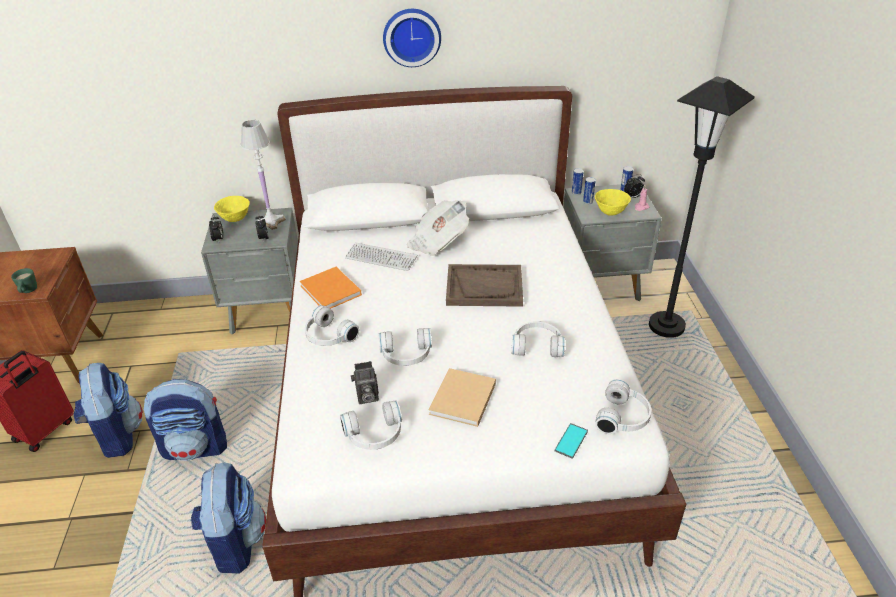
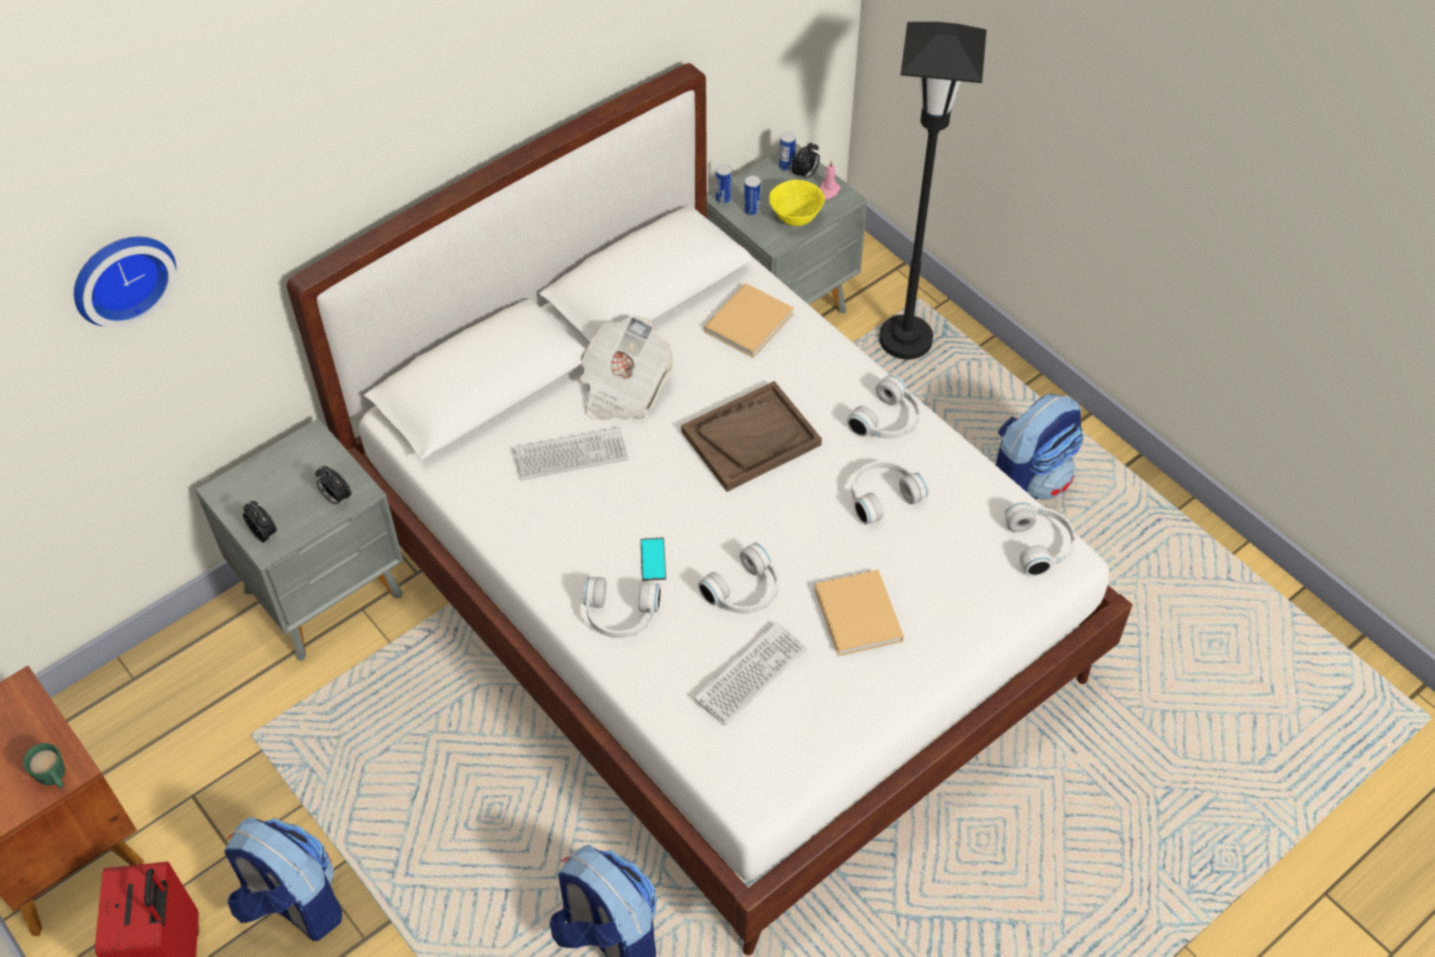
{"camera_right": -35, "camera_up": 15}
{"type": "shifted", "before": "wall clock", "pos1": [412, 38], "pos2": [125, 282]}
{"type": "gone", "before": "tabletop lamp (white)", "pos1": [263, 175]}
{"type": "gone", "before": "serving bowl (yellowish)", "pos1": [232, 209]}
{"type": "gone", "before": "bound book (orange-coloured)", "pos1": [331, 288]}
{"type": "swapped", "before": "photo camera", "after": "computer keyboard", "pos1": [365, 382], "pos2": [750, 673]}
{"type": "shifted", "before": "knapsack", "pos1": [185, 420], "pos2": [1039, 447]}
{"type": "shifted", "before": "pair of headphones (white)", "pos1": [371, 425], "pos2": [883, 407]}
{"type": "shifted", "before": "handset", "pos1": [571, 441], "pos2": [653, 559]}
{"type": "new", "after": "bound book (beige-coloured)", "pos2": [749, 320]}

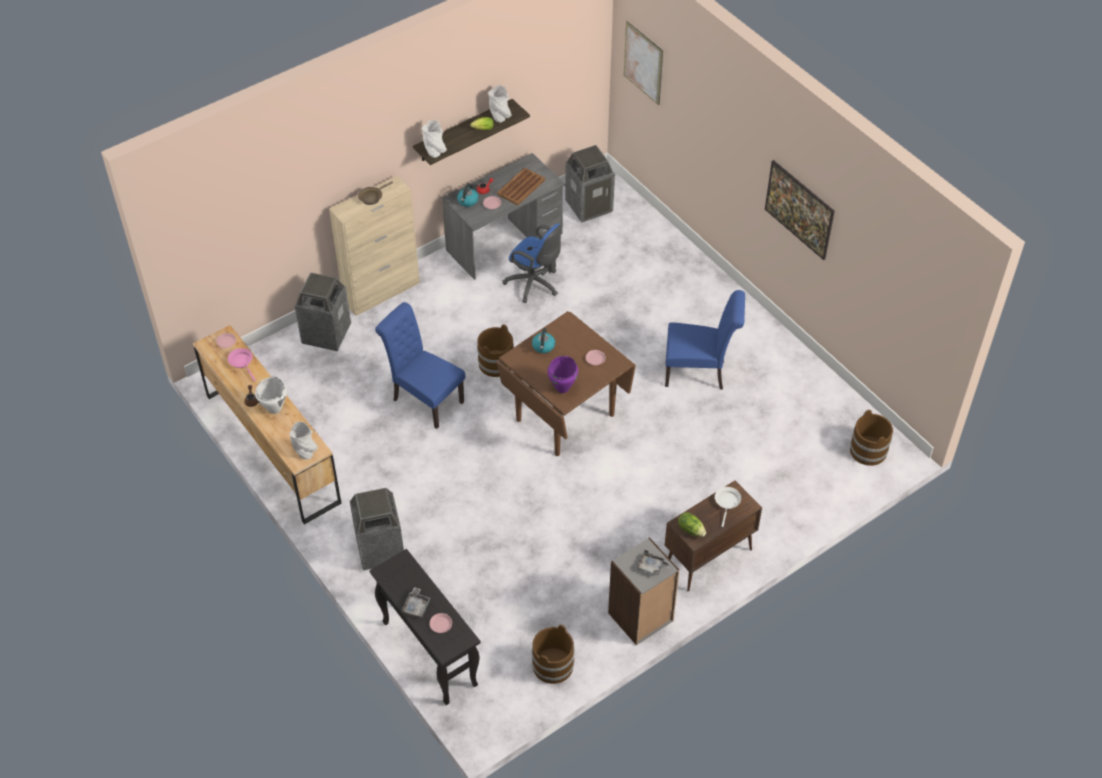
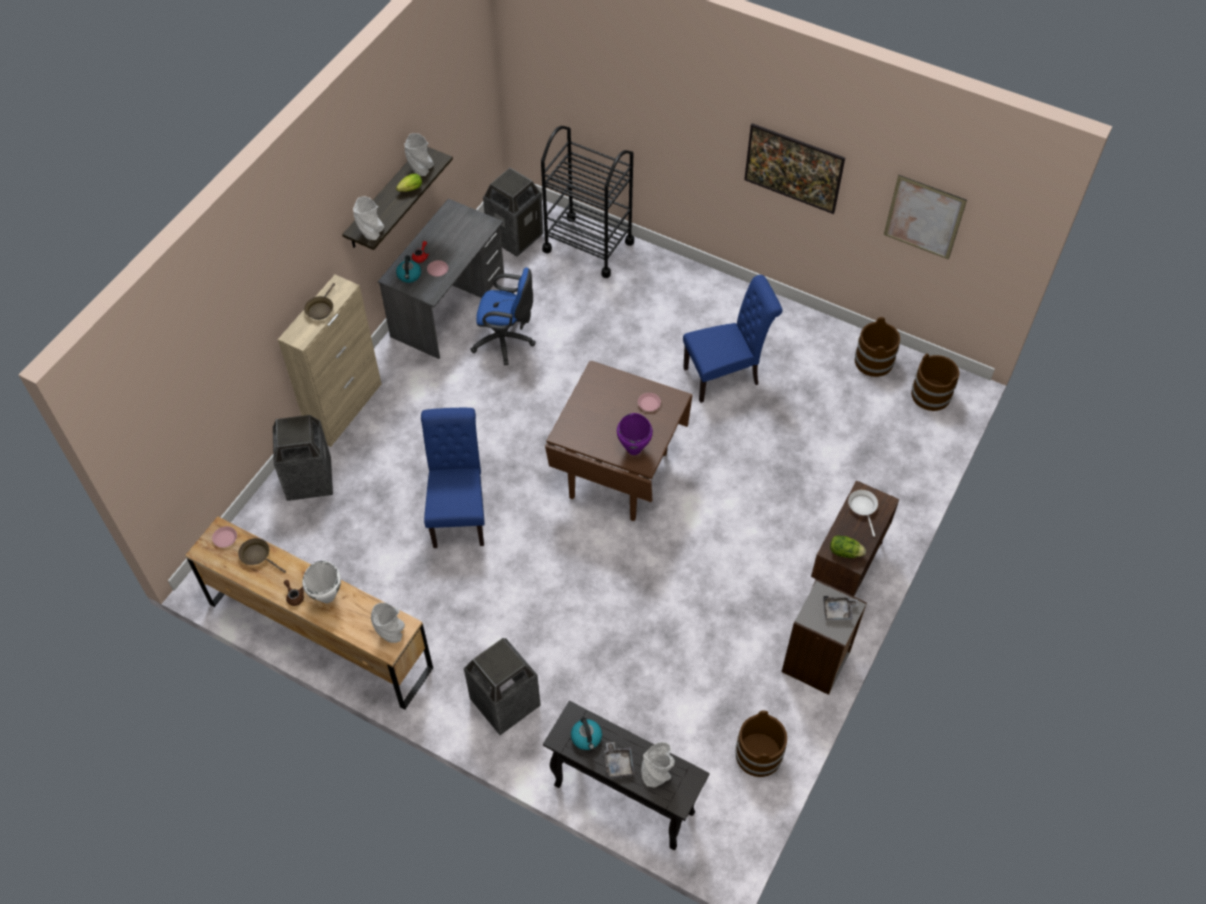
{"camera_right": -25, "camera_up": 5}
{"type": "shifted", "before": "picture", "pos1": [643, 63], "pos2": [925, 217]}
{"type": "gone", "before": "carrying tray (brown-coloured)", "pos1": [521, 186]}
{"type": "rotated", "before": "plain chair (blue)", "pos1": [420, 365], "pos2": [453, 478], "turn": 75}
{"type": "shifted", "before": "bucket (brown-coloured)", "pos1": [495, 350], "pos2": [877, 347]}
{"type": "shifted", "before": "water kettle", "pos1": [543, 340], "pos2": [586, 733]}
{"type": "repainted", "before": "pan (pink)", "after": "pan (brown-coloured)", "pos1": [242, 364], "pos2": [262, 555]}
{"type": "swapped", "before": "dinner plate (pink)", "after": "decorative vase (grey)", "pos1": [440, 623], "pos2": [658, 765]}
{"type": "new", "after": "trolley (blackish)", "pos2": [587, 202]}

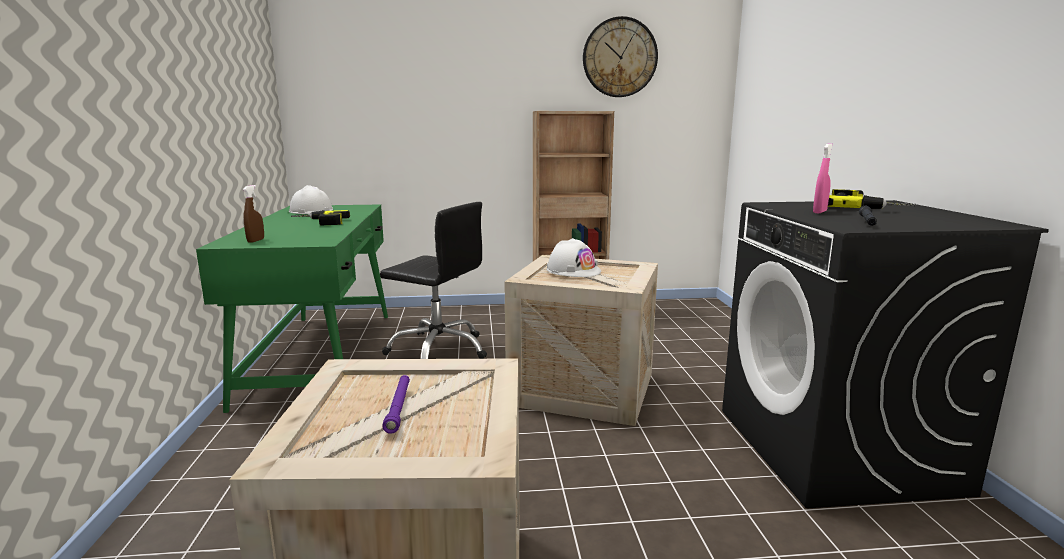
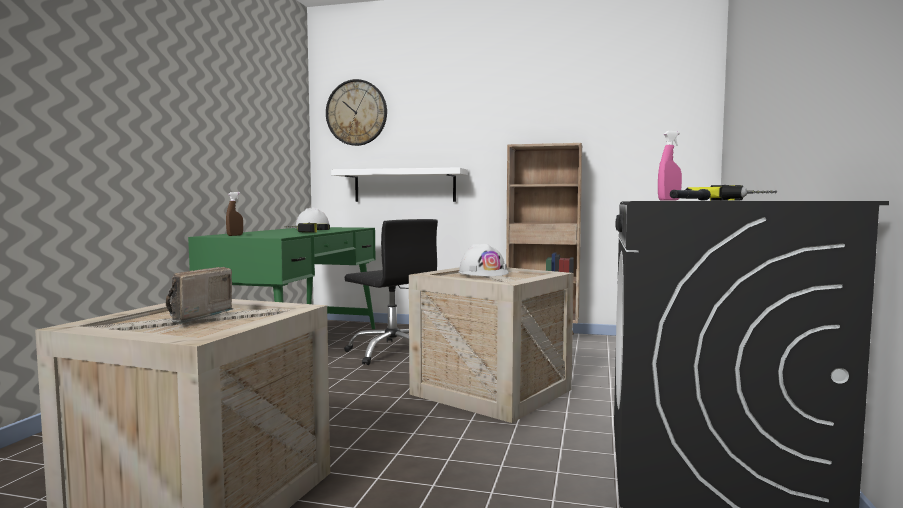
{"camera_right": 20, "camera_up": -10}
{"type": "shifted", "before": "wall clock", "pos1": [620, 56], "pos2": [356, 112]}
{"type": "swapped", "before": "hand torch (purple-coloured)", "after": "radio set", "pos1": [396, 404], "pos2": [199, 295]}
{"type": "new", "after": "bracket shelf (white)", "pos2": [399, 184]}

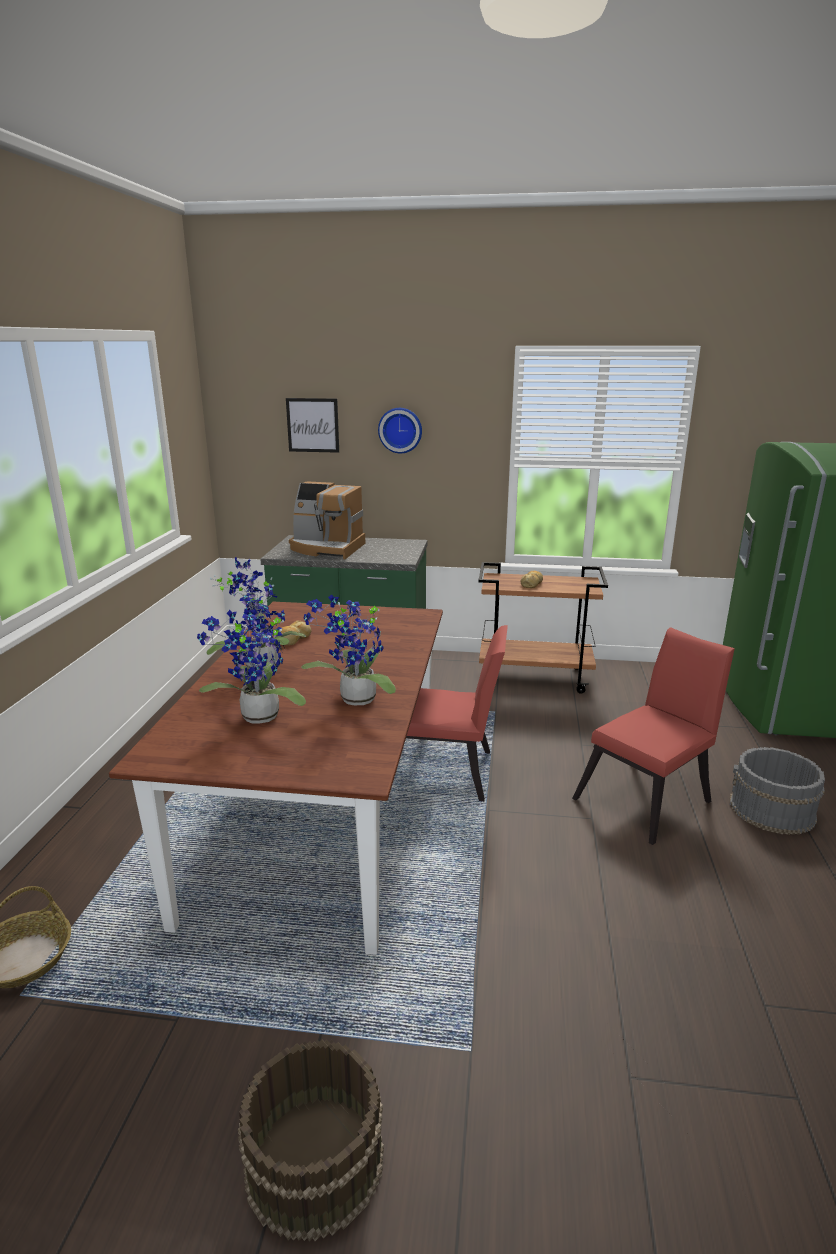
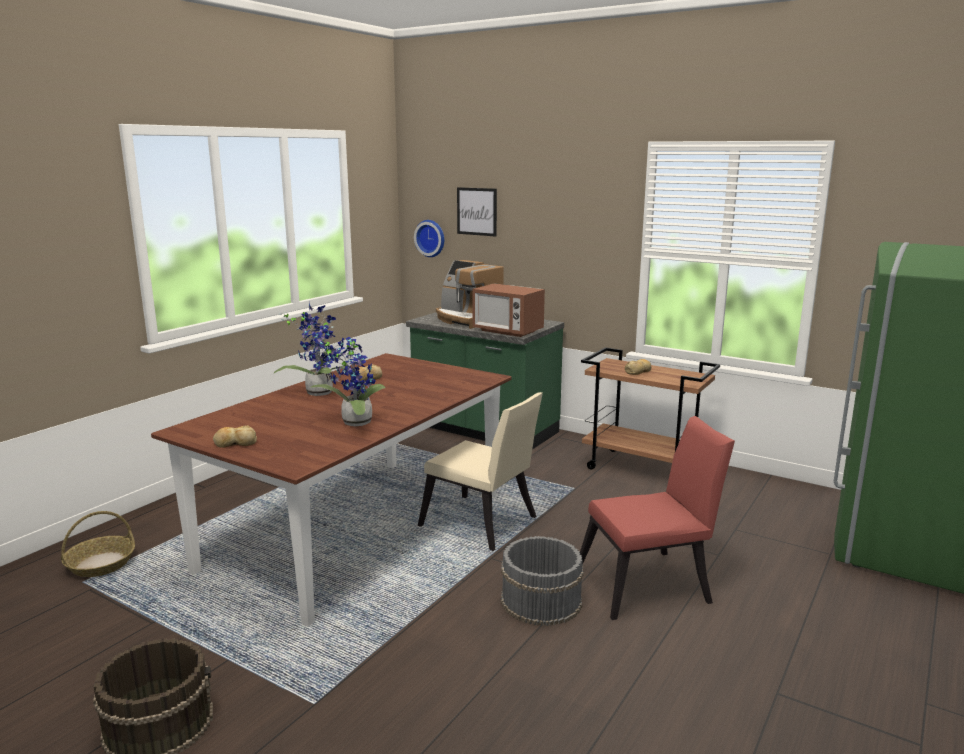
{"camera_right": 25, "camera_up": -5}
{"type": "shifted", "before": "wall clock", "pos1": [400, 431], "pos2": [429, 238]}
{"type": "gone", "before": "houseplant", "pos1": [251, 667]}
{"type": "repainted", "before": "plain chair (red)", "after": "plain chair (beige-coloured)", "pos1": [457, 713], "pos2": [480, 471]}
{"type": "shifted", "before": "bucket (grey)", "pos1": [777, 791], "pos2": [542, 581]}
{"type": "new", "after": "kitchen microwave", "pos2": [509, 310]}
{"type": "new", "after": "bread", "pos2": [235, 436]}

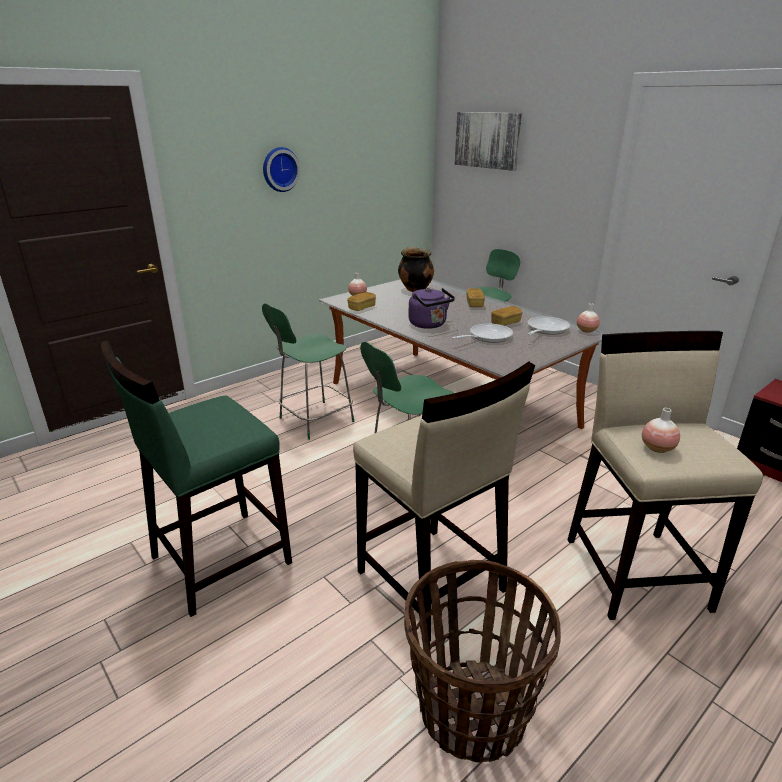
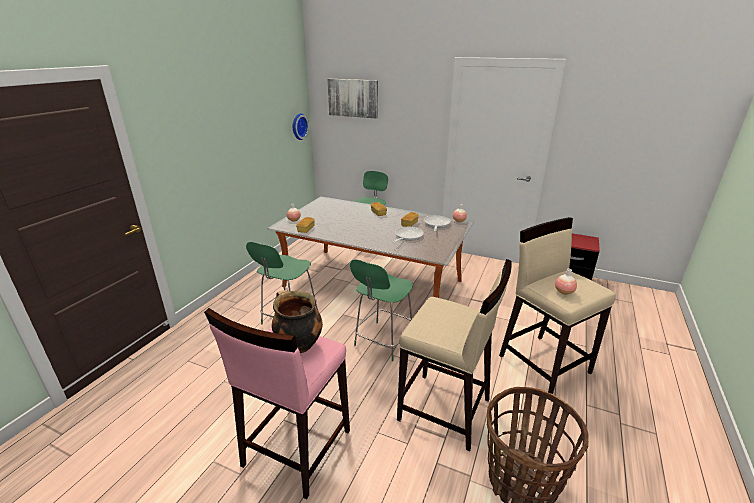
{"camera_right": -25, "camera_up": 0}
{"type": "shifted", "before": "wall clock", "pos1": [281, 169], "pos2": [301, 126]}
{"type": "shifted", "before": "saucepot", "pos1": [416, 269], "pos2": [297, 321]}
{"type": "gone", "before": "water kettle (purple-coloured)", "pos1": [432, 308]}
{"type": "repainted", "before": "stool (green-coloured)", "after": "stool (pink)", "pos1": [196, 478], "pos2": [277, 403]}

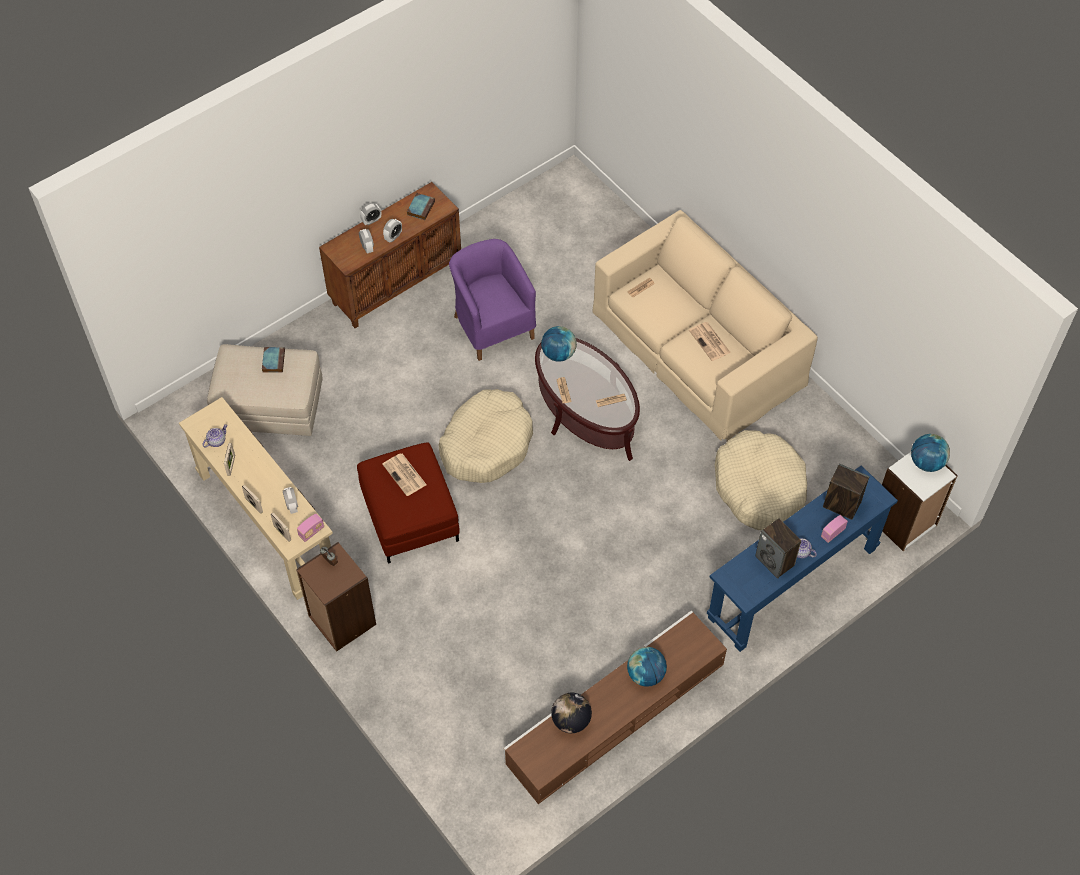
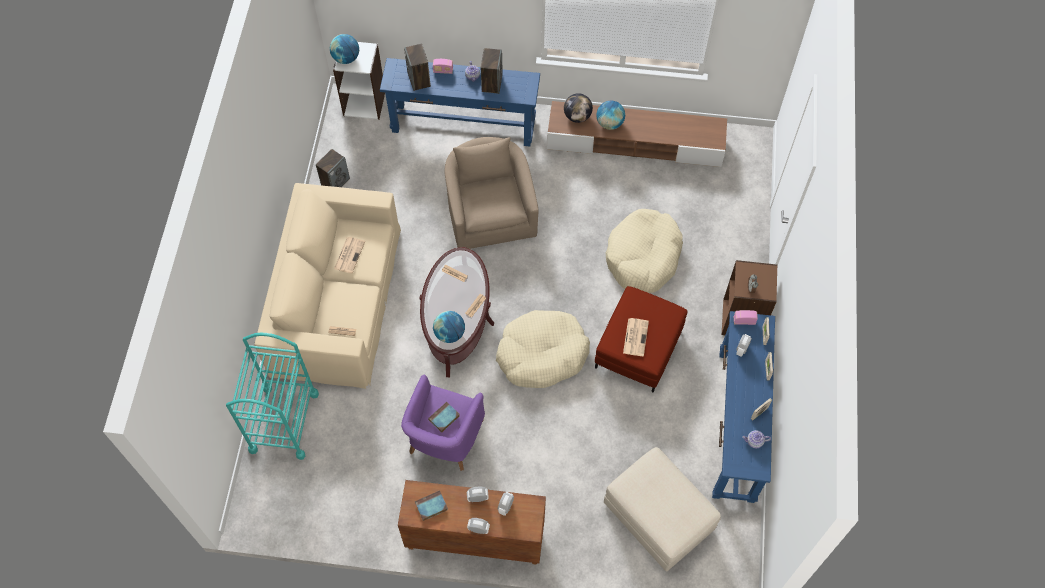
{"camera_right": -135, "camera_up": 5}
{"type": "shifted", "before": "bound book", "pos1": [273, 360], "pos2": [444, 417]}
{"type": "repainted", "before": "narrow table (beige-coloured)", "after": "narrow table (blue)", "pos1": [256, 498], "pos2": [743, 407]}
{"type": "shifted", "before": "dog cushion (beige-coloured)", "pos1": [761, 480], "pos2": [644, 251]}
{"type": "shifted", "before": "world globe", "pos1": [571, 713], "pos2": [578, 108]}
{"type": "new", "after": "easy chair (beige-coloured)", "pos2": [492, 193]}
{"type": "new", "after": "audio speaker", "pos2": [333, 168]}
{"type": "new", "after": "trolley (blue-green)", "pos2": [272, 396]}

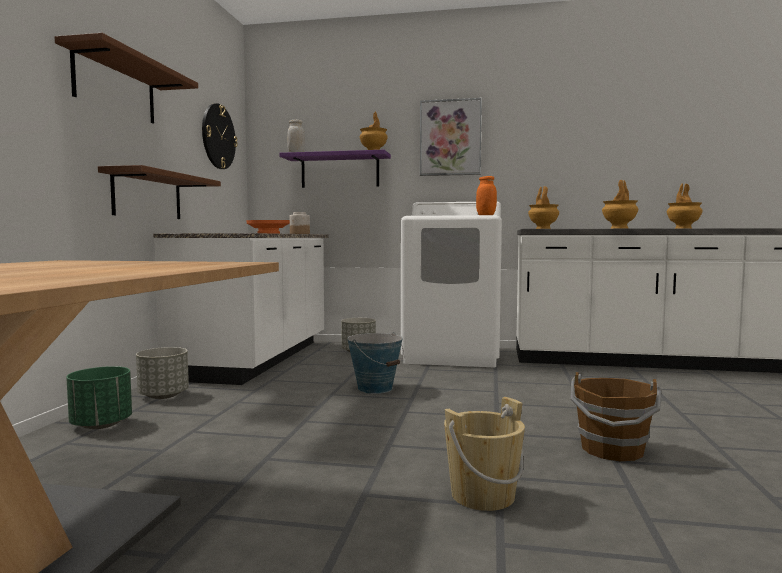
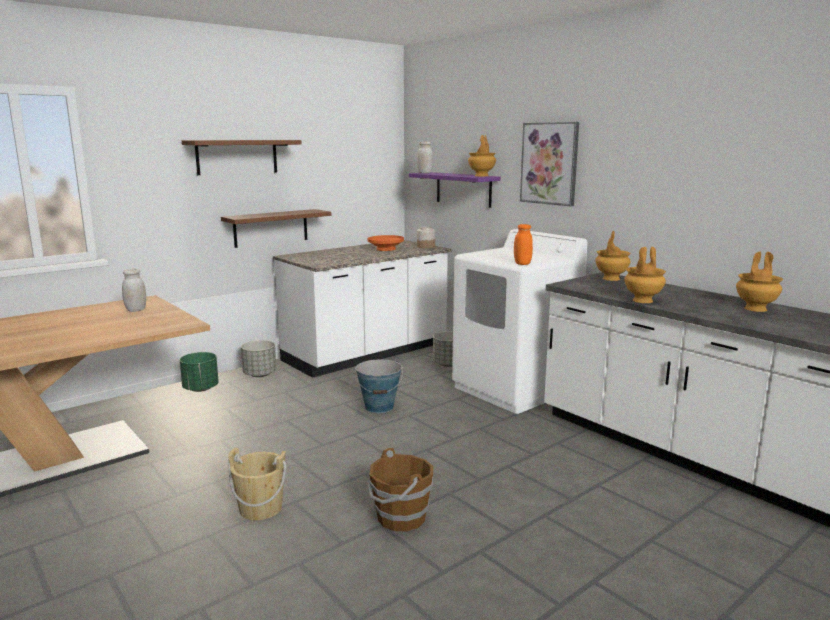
{"camera_right": 40, "camera_up": 10}
{"type": "gone", "before": "wall clock", "pos1": [220, 136]}
{"type": "new", "after": "jar (white)", "pos2": [134, 290]}

